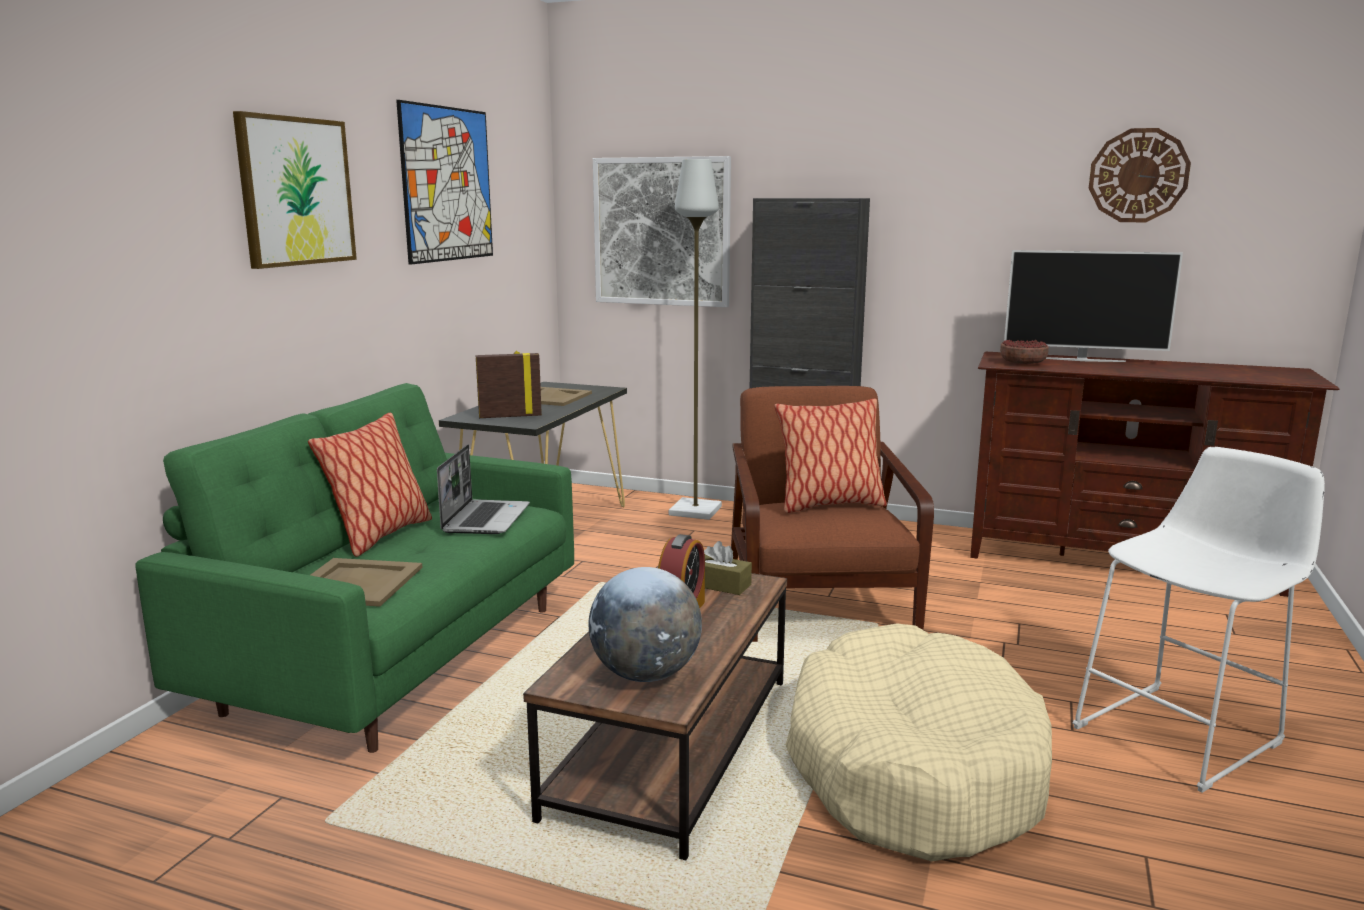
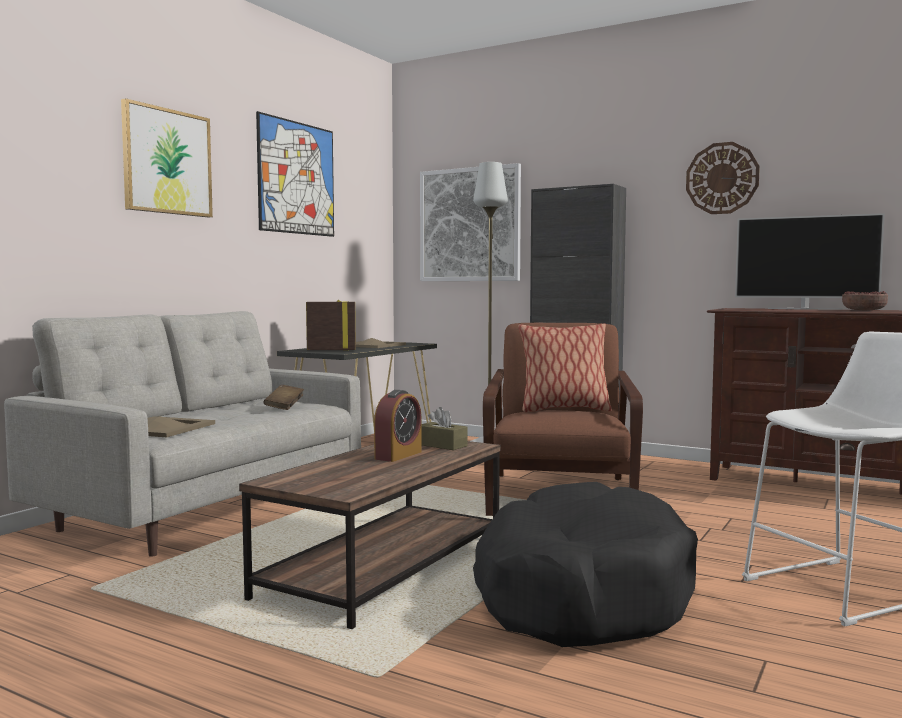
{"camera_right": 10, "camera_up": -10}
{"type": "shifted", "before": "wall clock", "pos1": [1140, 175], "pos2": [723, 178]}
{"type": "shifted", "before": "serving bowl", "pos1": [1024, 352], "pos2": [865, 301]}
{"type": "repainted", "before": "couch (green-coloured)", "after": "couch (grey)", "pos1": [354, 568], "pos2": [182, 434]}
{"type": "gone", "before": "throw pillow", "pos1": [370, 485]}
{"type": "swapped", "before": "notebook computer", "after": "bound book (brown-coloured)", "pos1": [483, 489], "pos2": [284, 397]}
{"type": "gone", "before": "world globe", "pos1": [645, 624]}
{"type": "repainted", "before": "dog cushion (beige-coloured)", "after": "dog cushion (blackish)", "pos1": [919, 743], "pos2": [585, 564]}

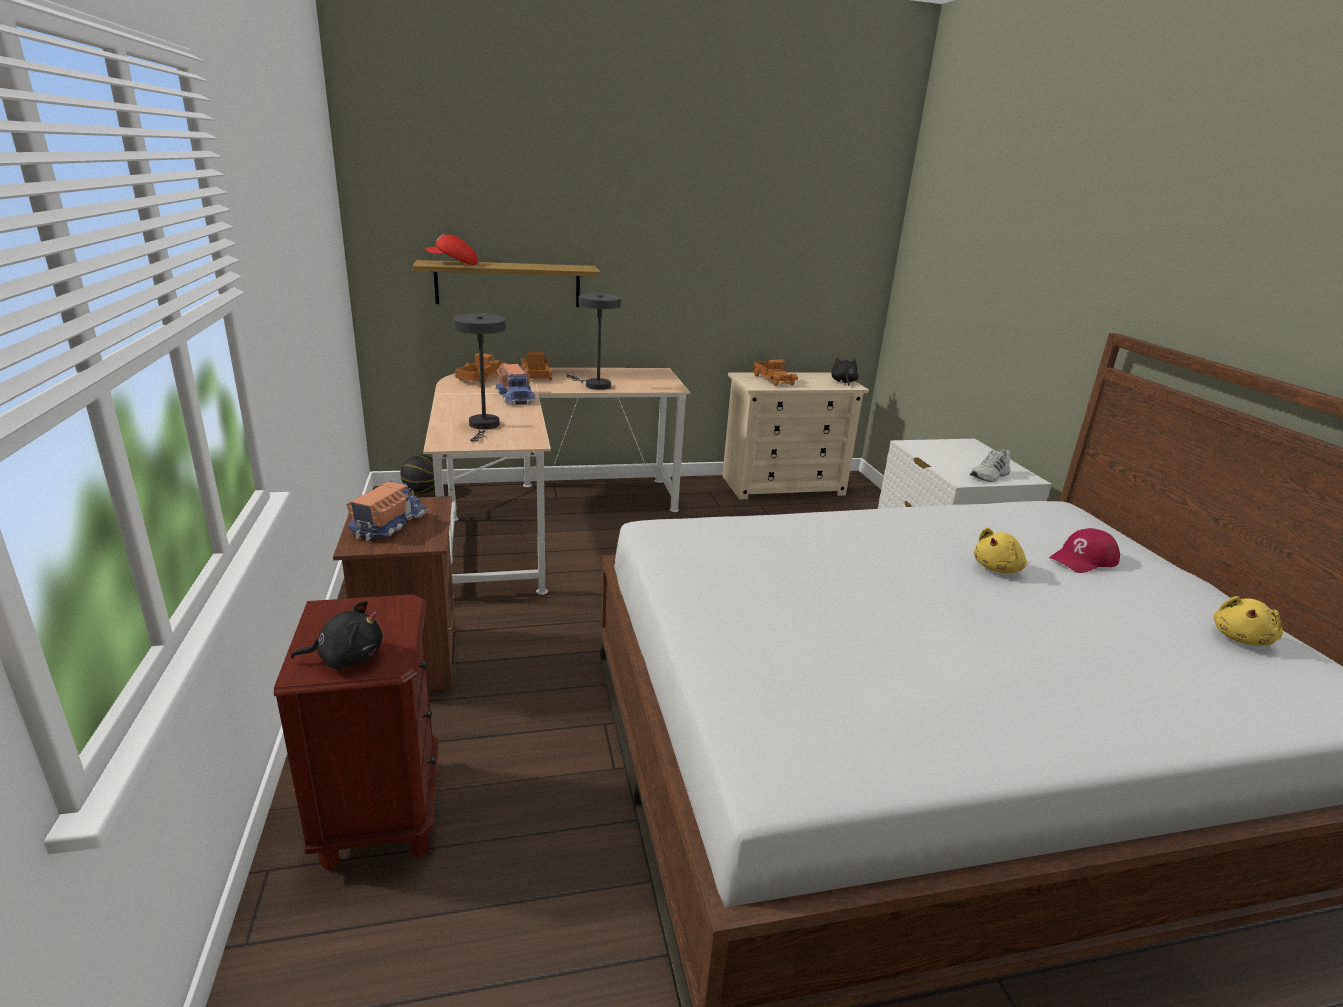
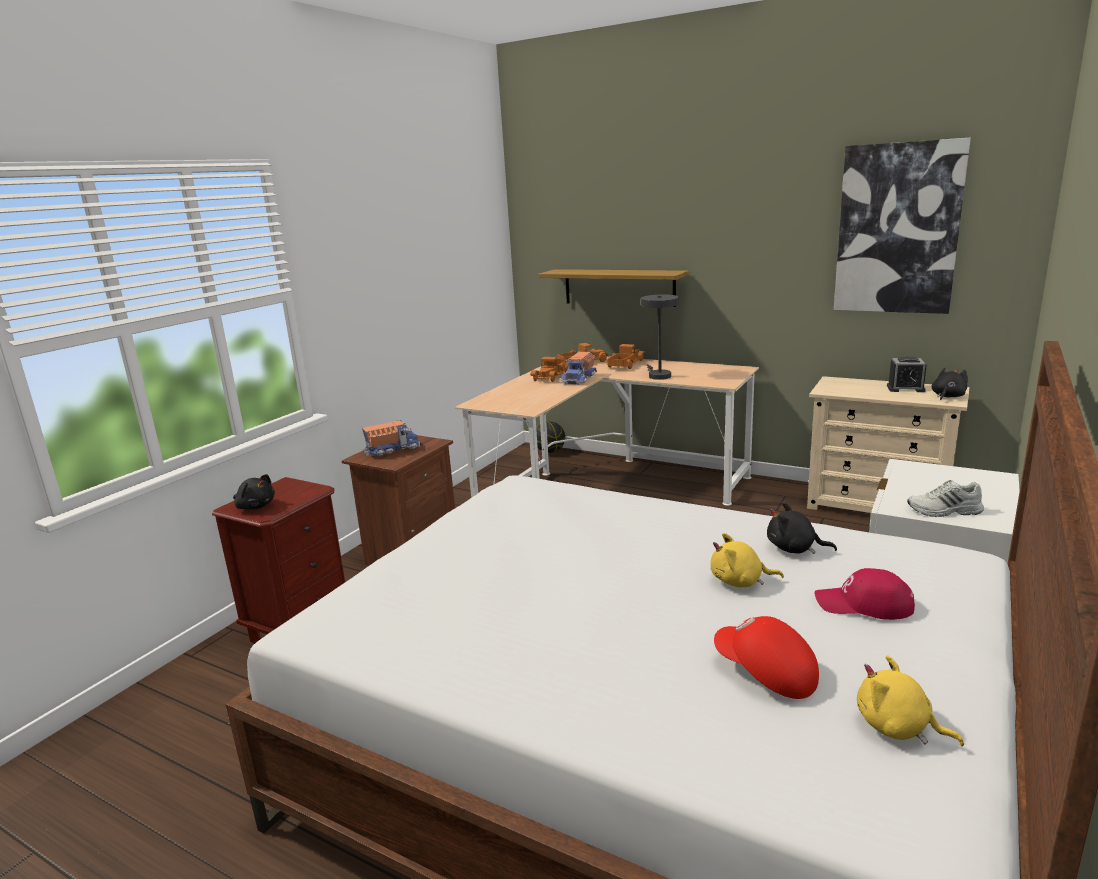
{"camera_right": 45, "camera_up": -5}
{"type": "shifted", "before": "baseball cap (red)", "pos1": [451, 249], "pos2": [766, 657]}
{"type": "gone", "before": "tabletop lamp (grey)", "pos1": [479, 377]}
{"type": "shifted", "before": "model truck", "pos1": [775, 373], "pos2": [549, 369]}
{"type": "rotated", "before": "soft toy (yellowish)", "pos1": [1248, 621], "pos2": [910, 700], "turn": 45}
{"type": "new", "after": "picture", "pos2": [902, 226]}
{"type": "new", "after": "alarm clock", "pos2": [907, 374]}
{"type": "new", "after": "soft toy (blackish)", "pos2": [802, 528]}

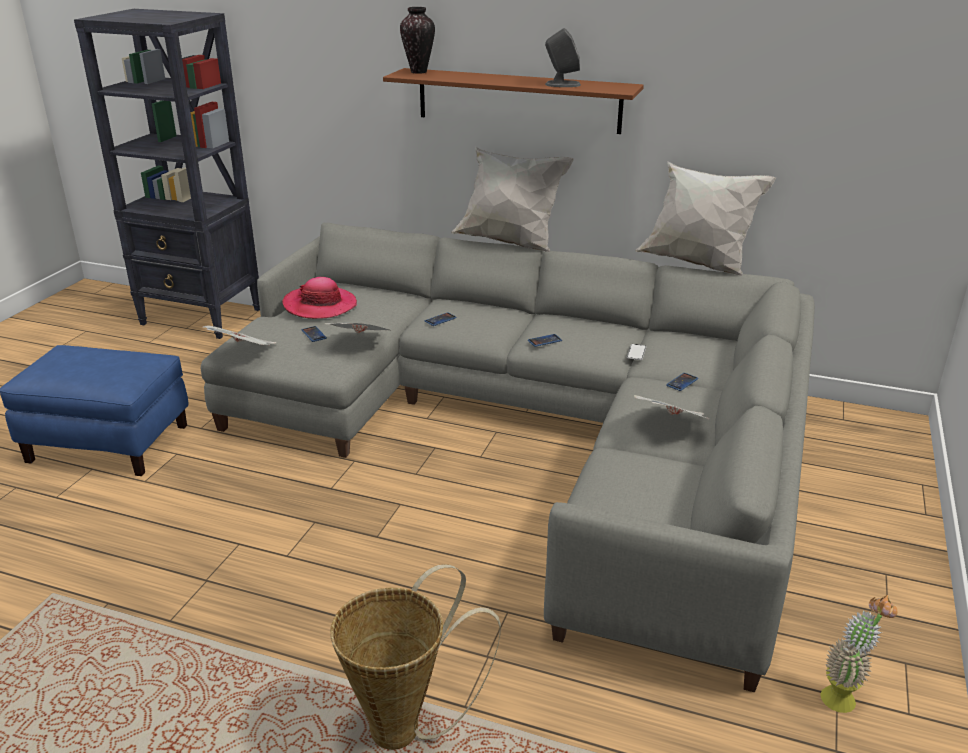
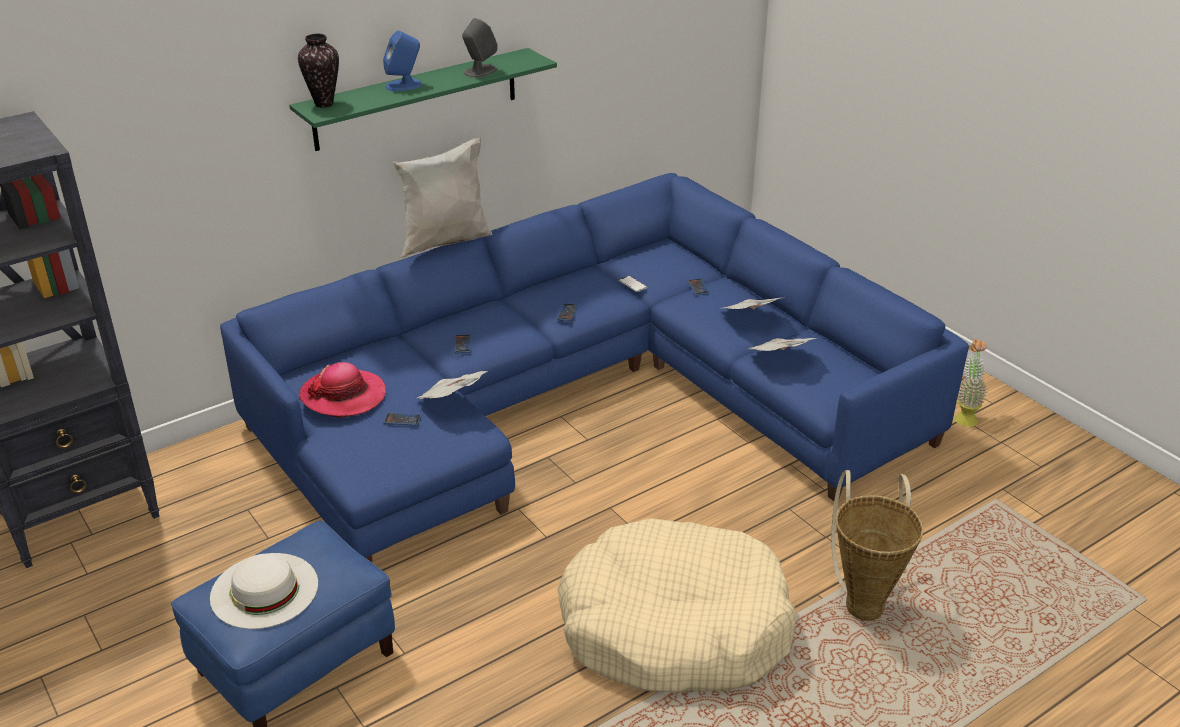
{"camera_right": -55, "camera_up": 5}
{"type": "repainted", "before": "bracket shelf (brown-coloured)", "after": "bracket shelf (green-coloured)", "pos1": [513, 101], "pos2": [423, 99]}
{"type": "gone", "before": "throw pillow (white)", "pos1": [705, 218]}
{"type": "repainted", "before": "couch (grey)", "after": "couch (blue)", "pos1": [508, 457], "pos2": [594, 367]}
{"type": "shifted", "before": "printed paper", "pos1": [240, 335], "pos2": [784, 344]}
{"type": "new", "after": "audio speaker (blue)", "pos2": [402, 60]}
{"type": "new", "after": "dog cushion (beige-coloured)", "pos2": [676, 605]}
{"type": "new", "after": "hat (white)", "pos2": [264, 591]}

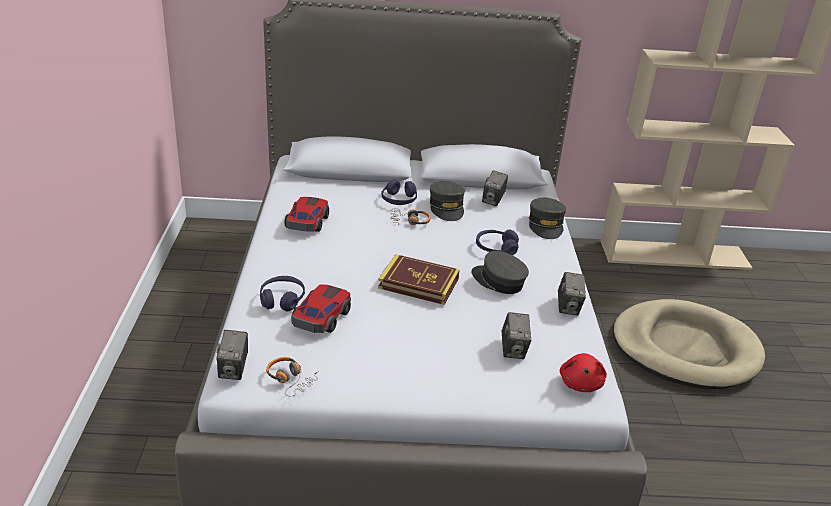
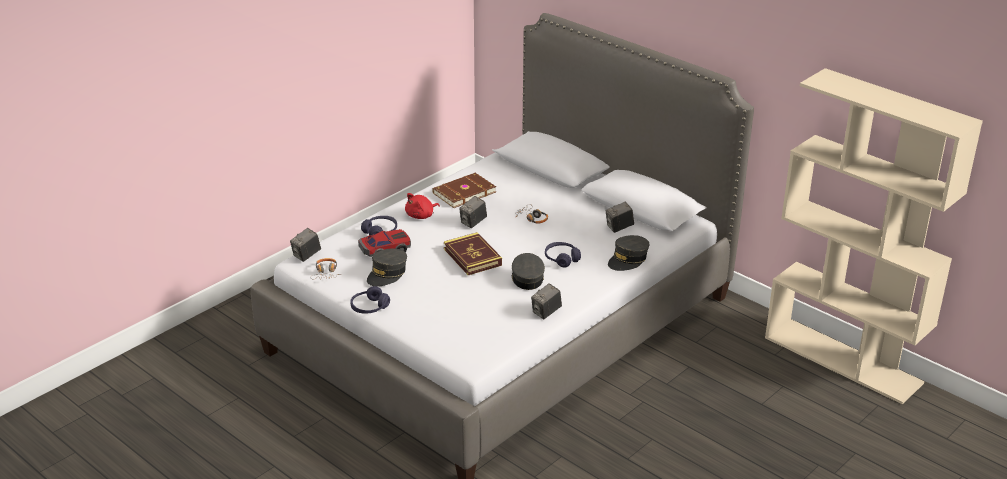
{"camera_right": 45, "camera_up": 0}
{"type": "shifted", "before": "pair of headphones (purple-coloured)", "pos1": [399, 192], "pos2": [370, 300]}
{"type": "shifted", "before": "baseball cap (grey)", "pos1": [447, 201], "pos2": [387, 267]}
{"type": "swapped", "before": "toy car", "after": "bound book (brown-coloured)", "pos1": [306, 214], "pos2": [464, 190]}
{"type": "gone", "before": "dog cushion (beige-coloured)", "pos1": [689, 344]}
{"type": "shifted", "before": "photo camera", "pos1": [516, 335], "pos2": [473, 212]}
{"type": "shifted", "before": "soft toy (red)", "pos1": [583, 372], "pos2": [422, 206]}

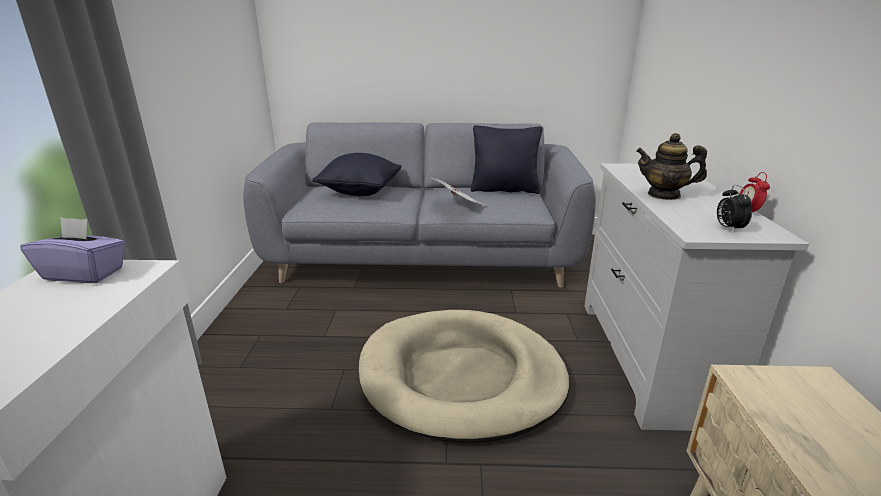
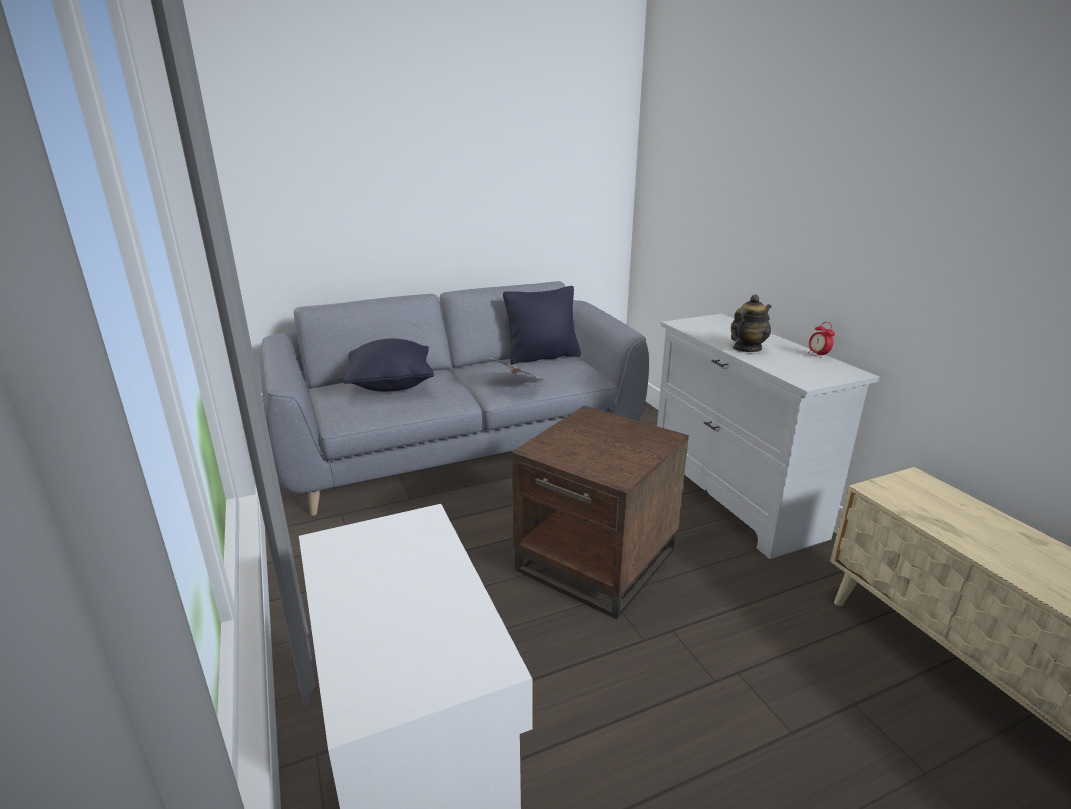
{"camera_right": -25, "camera_up": 0}
{"type": "rotated", "before": "pot for tea", "pos1": [671, 166], "pos2": [751, 323], "turn": 150}
{"type": "gone", "before": "alarm clock", "pos1": [734, 209]}
{"type": "gone", "before": "box of tissues (purple-coloured)", "pos1": [72, 250]}
{"type": "swapped", "before": "dog cushion (beige-coloured)", "after": "accent table (brown-coloured)", "pos1": [464, 376], "pos2": [600, 512]}

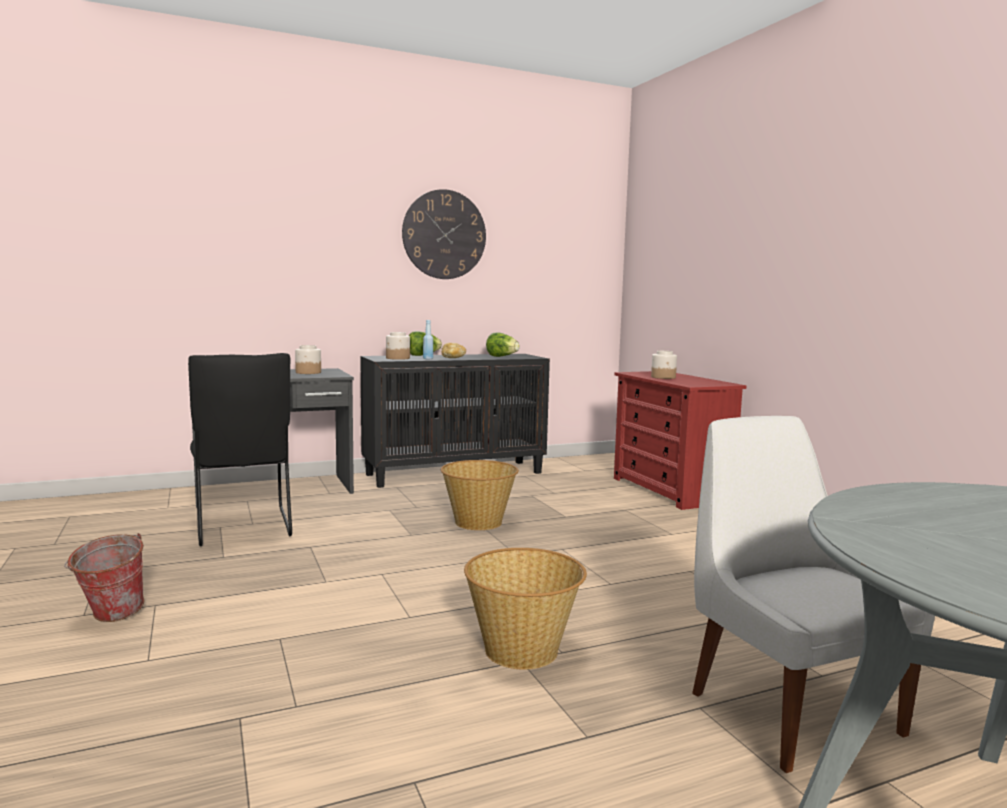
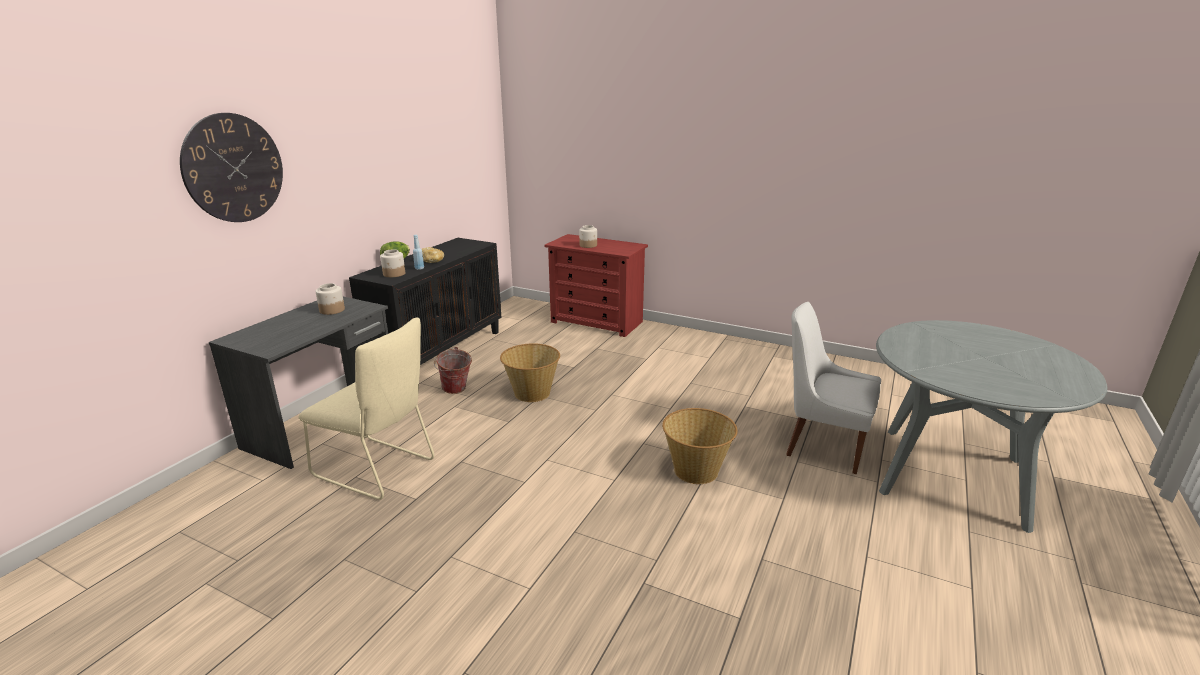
{"camera_right": -40, "camera_up": 15}
{"type": "shifted", "before": "wall clock", "pos1": [444, 234], "pos2": [231, 167]}
{"type": "gone", "before": "lettuce head", "pos1": [503, 345]}
{"type": "repainted", "before": "plain chair (blackish)", "after": "plain chair (beige-coloured)", "pos1": [240, 449], "pos2": [366, 409]}
{"type": "shifted", "before": "bucket", "pos1": [104, 577], "pos2": [453, 370]}

